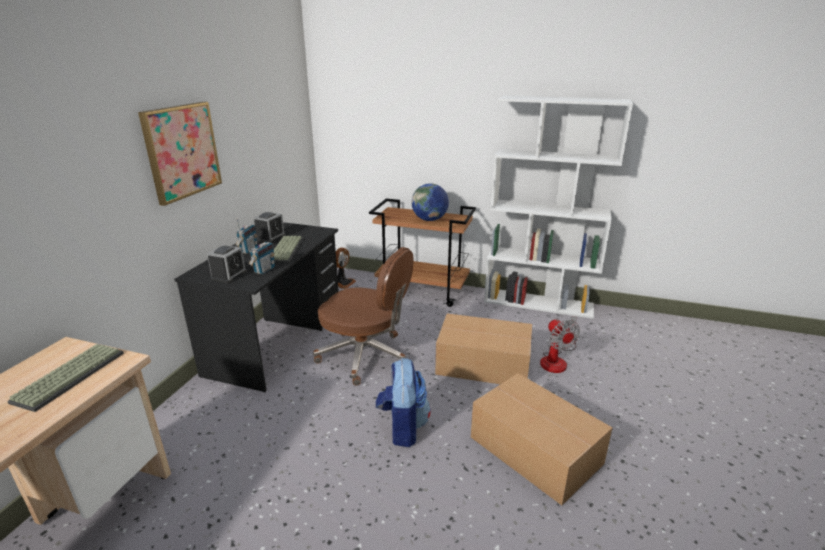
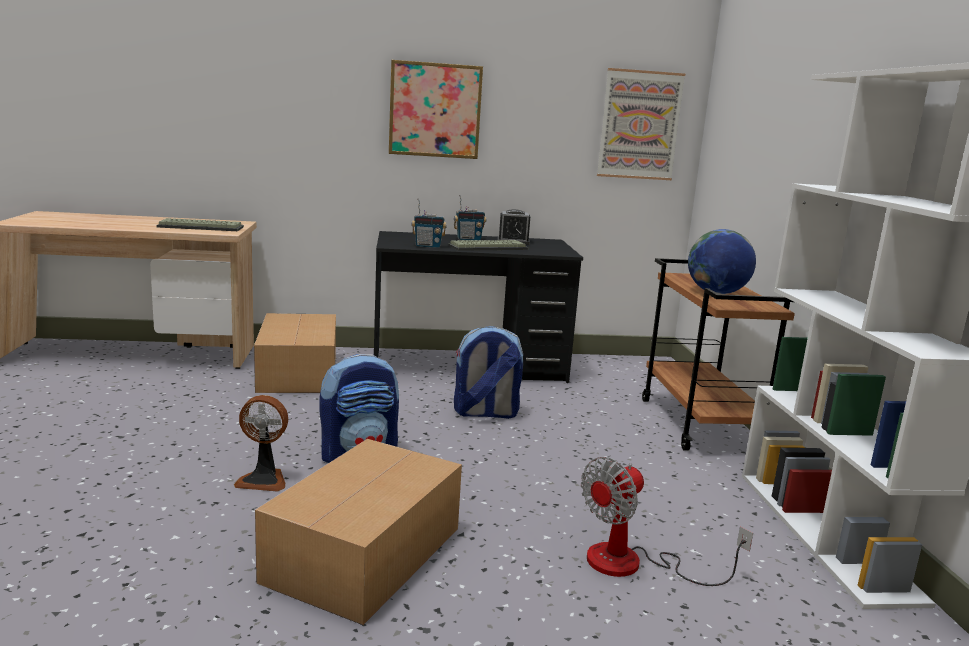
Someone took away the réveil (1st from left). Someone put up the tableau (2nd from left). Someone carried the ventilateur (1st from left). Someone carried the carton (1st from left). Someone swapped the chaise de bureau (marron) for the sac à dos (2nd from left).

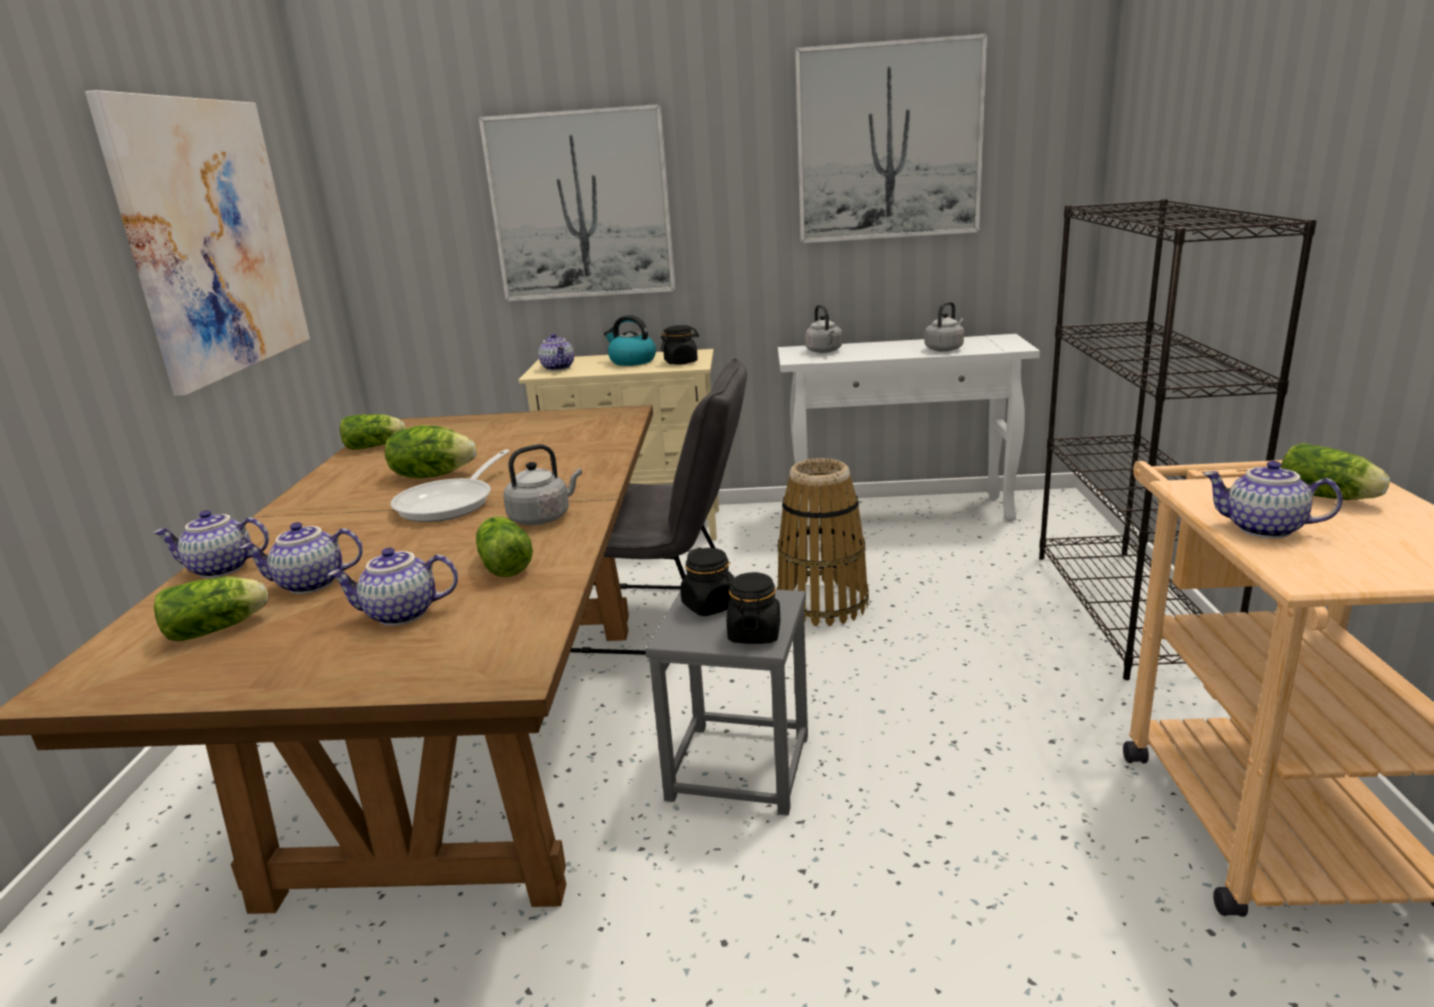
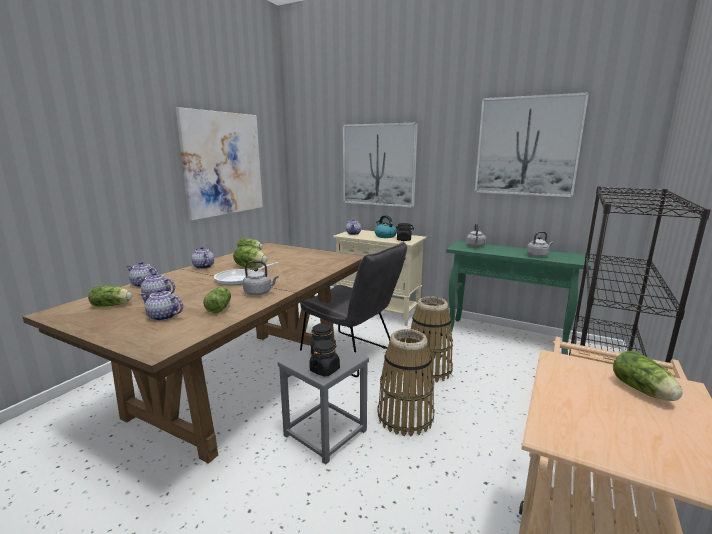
Someone put down the panier (1st from left). Someone carried the théière (5th from left in the first image). Someone repainted the table console (blanc), which became the table console (vert).

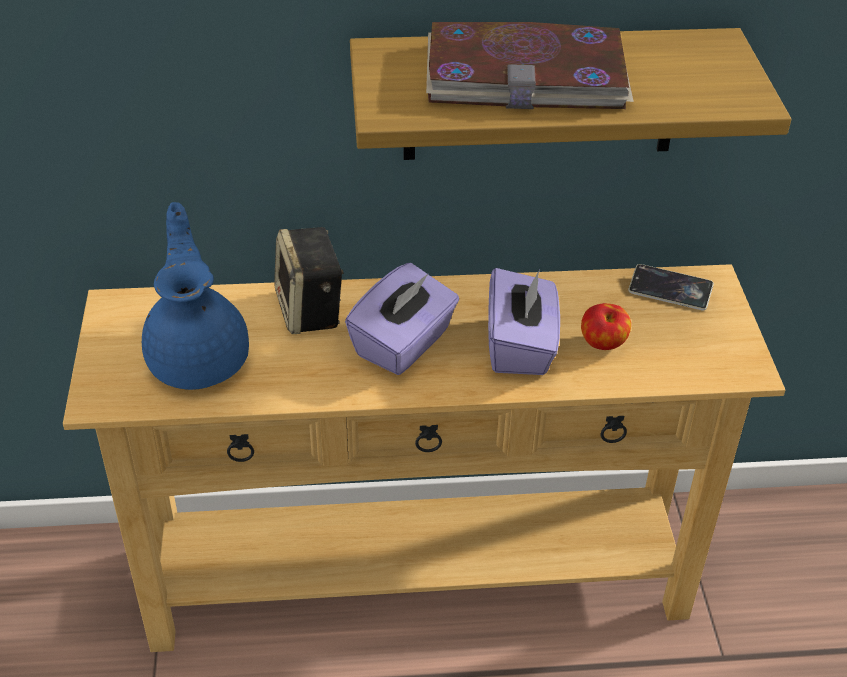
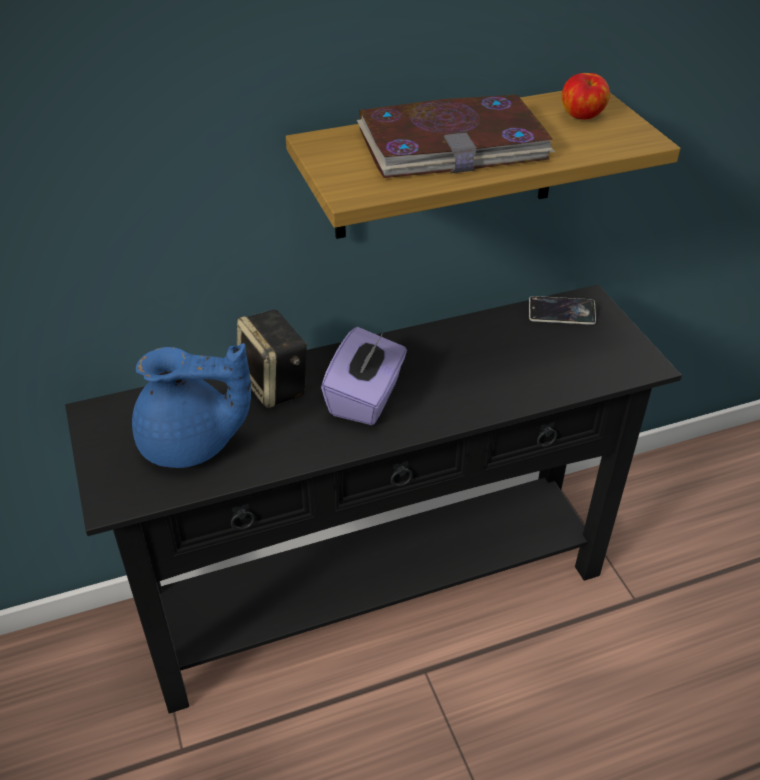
Someone took away the boîte à mouchoirs (violet) (2nd from left). Someone carried the pomme. Someone repainted the table console (beige), which became the table console (noir). Someone rotated the théière (bleu) by 120 degrees clockwise.

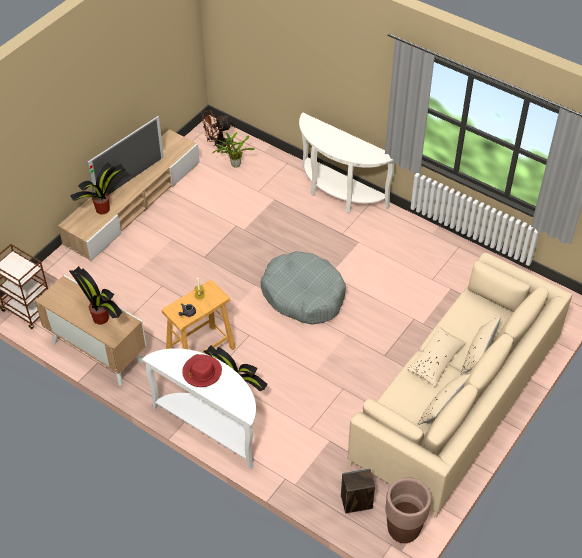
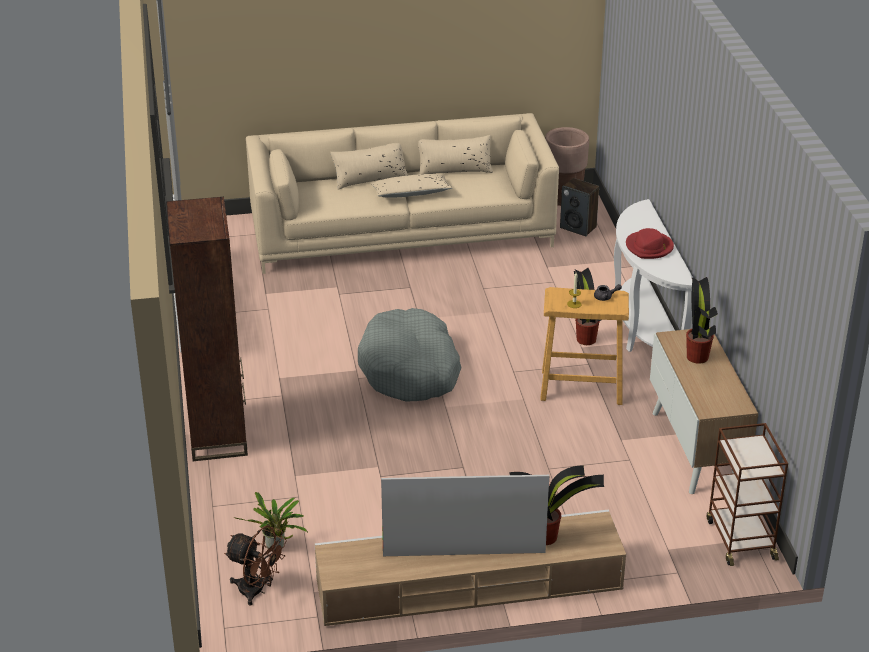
Someone swapped the table console (blanc) (2nd from left) for the bibliothèque (marron).

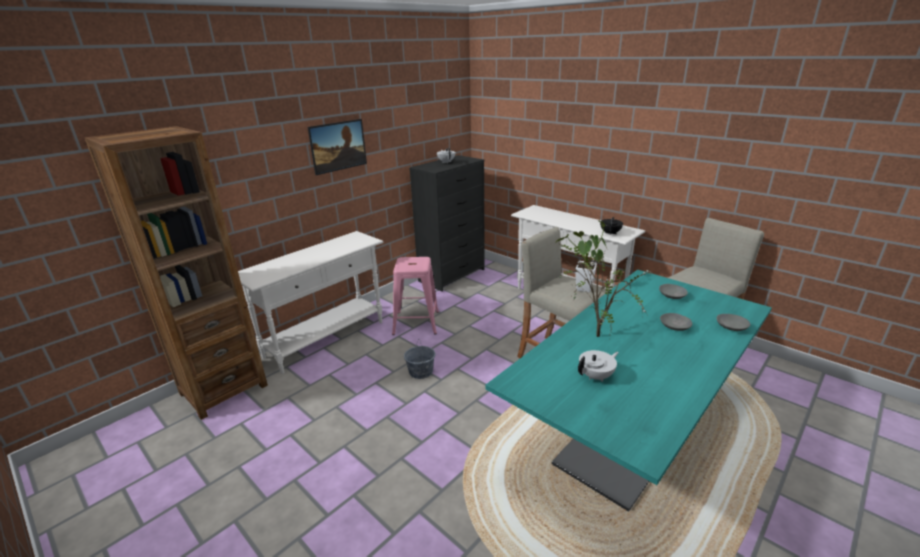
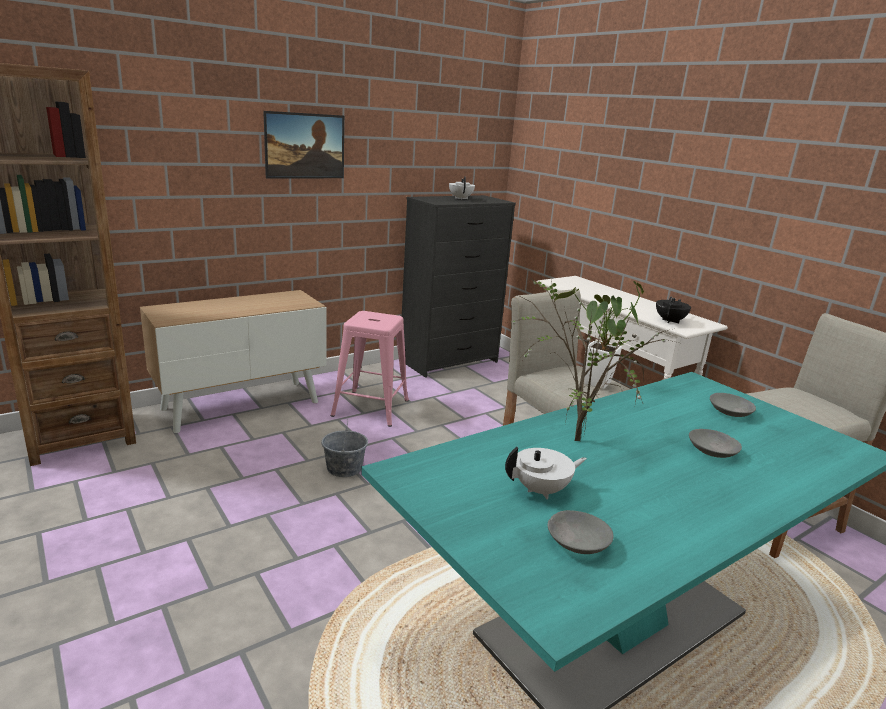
Someone carried the bol (gris) (3rd from left in the first image). Someone swapped the table console (blanc) (1st from left) for the meuble de rangement.

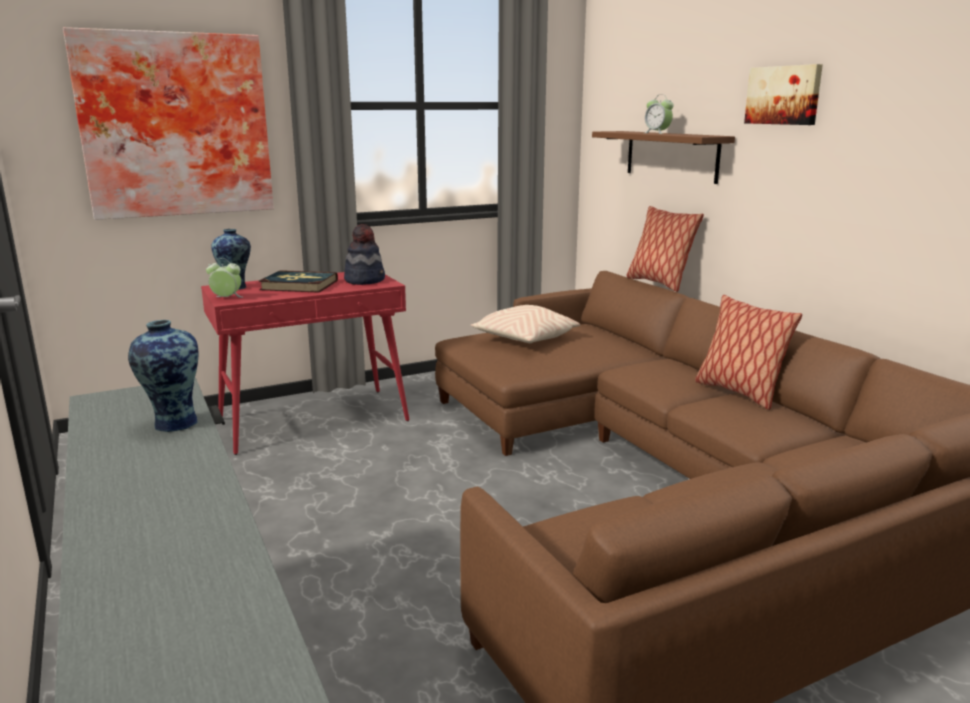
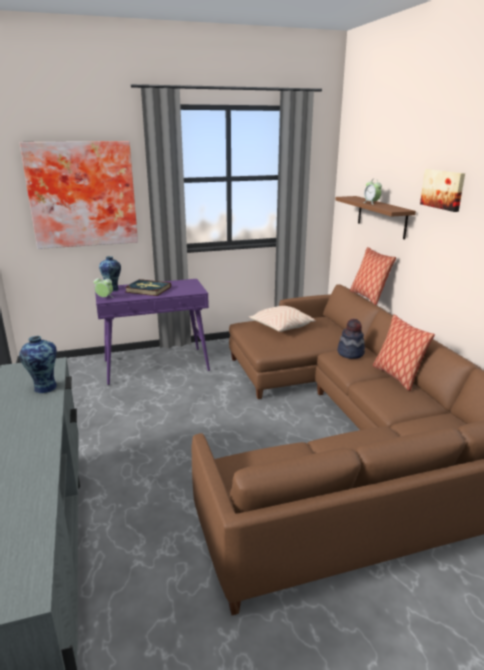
Someone carried the chapeau. Someone repainted the table console (rouge), which became the table console (violet).

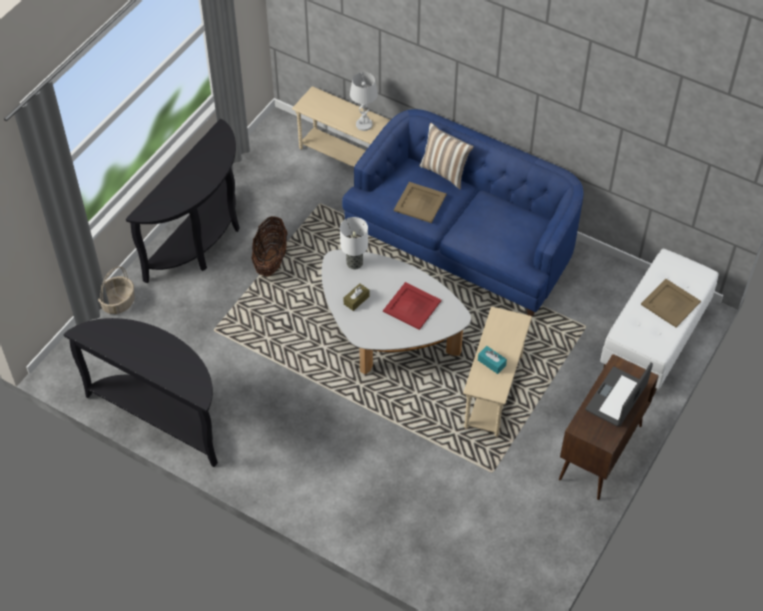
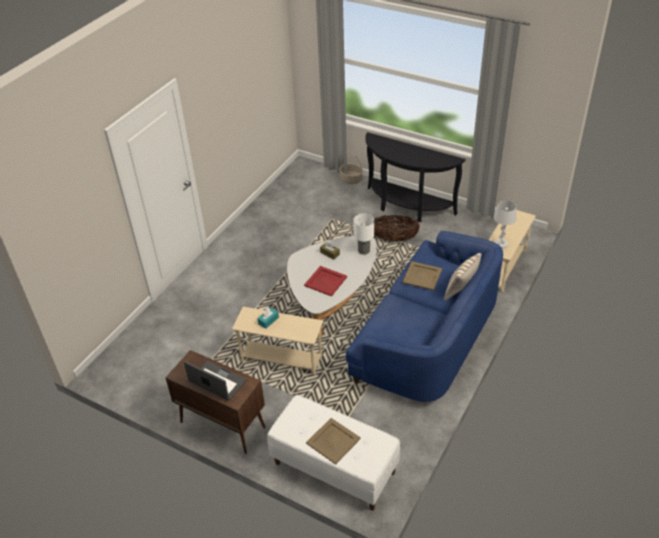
Someone took away the table console (noir) (1st from left).

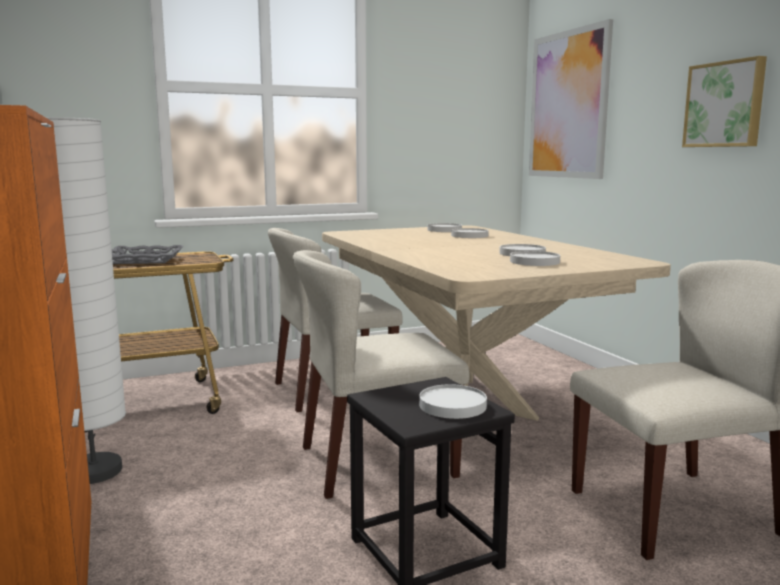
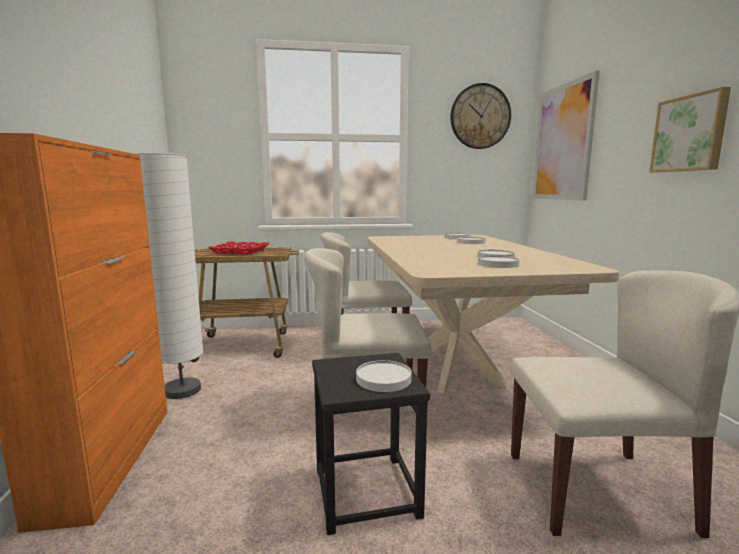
Someone put up the horloge murale. Someone repainted the plateau (gris), which became the plateau (rouge).

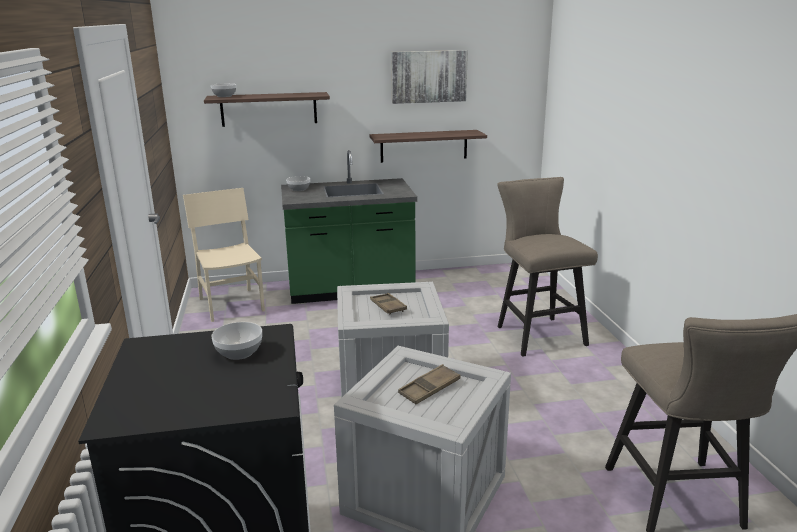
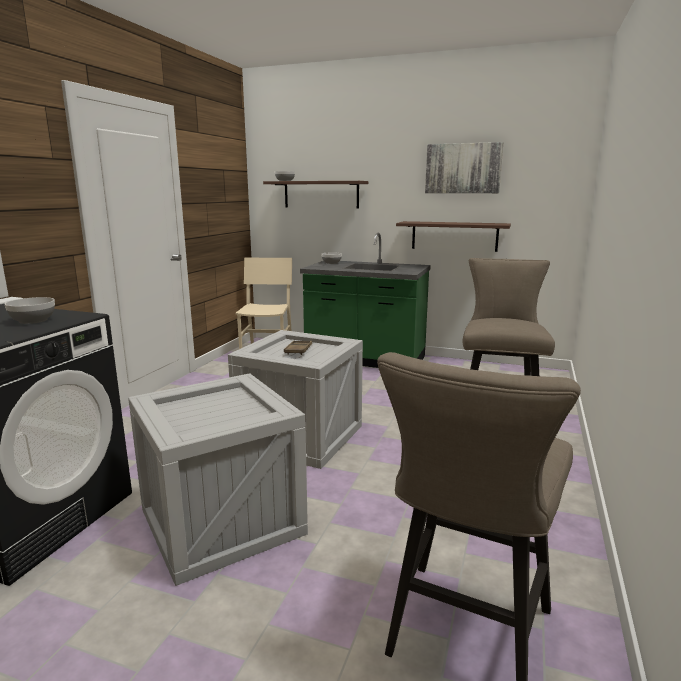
Someone took away the plateau (marron) (2nd from left).

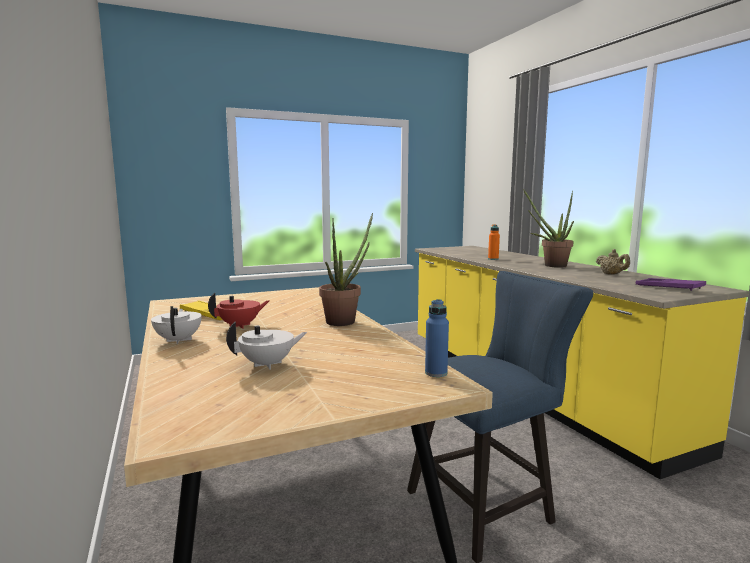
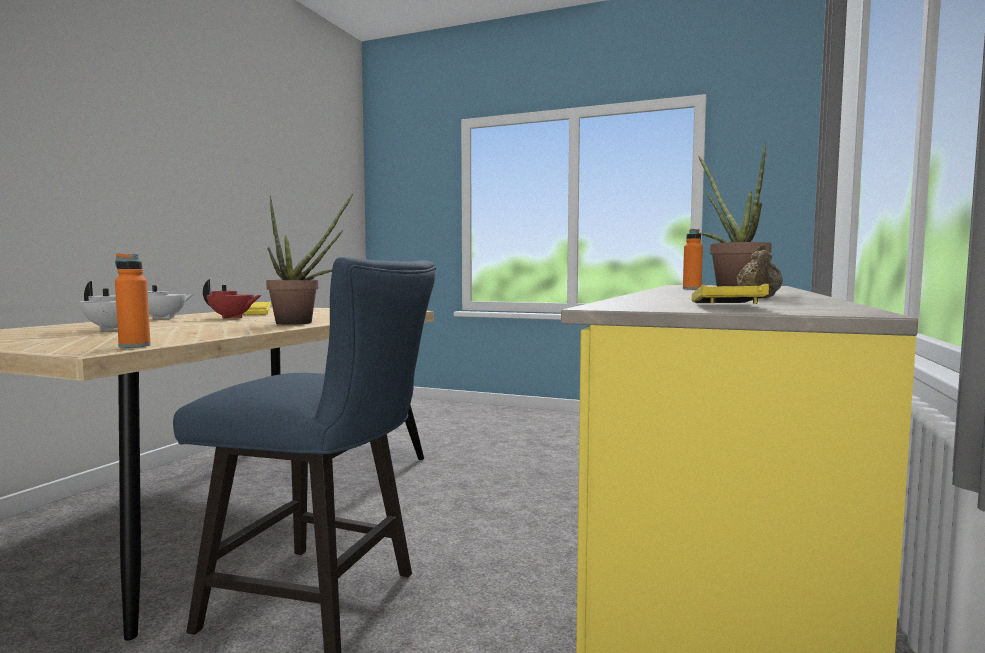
Someone repainted the bouteille (bleu), which became the bouteille (orange) (1st from left). Someone repainted the plateau (violet), which became the plateau (jaune) (2nd from left).

